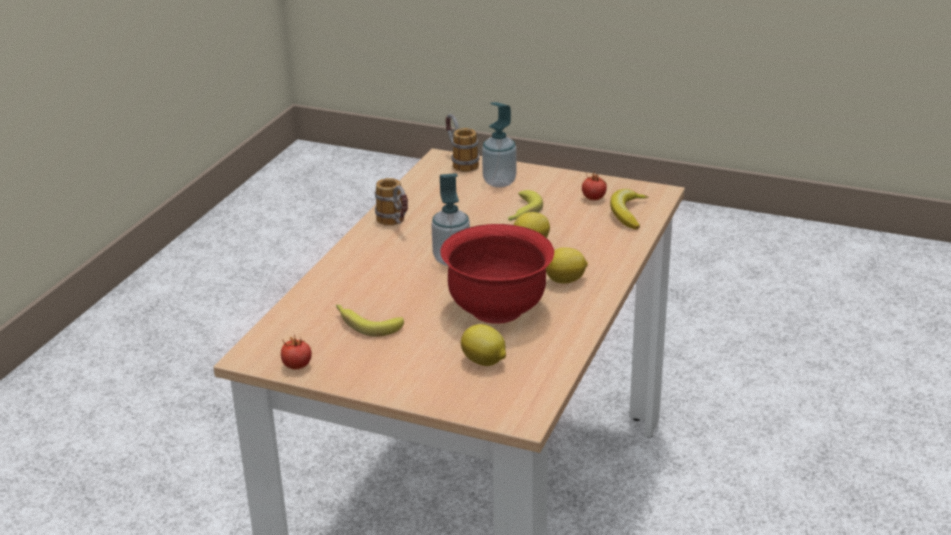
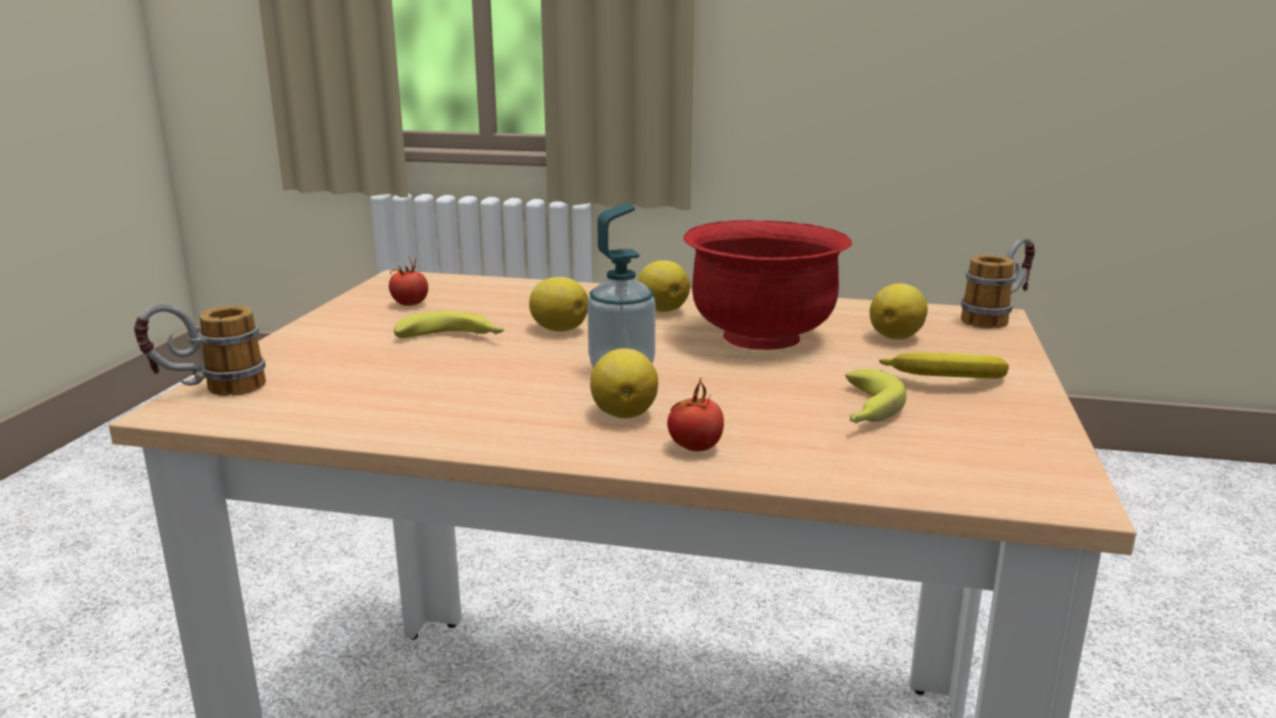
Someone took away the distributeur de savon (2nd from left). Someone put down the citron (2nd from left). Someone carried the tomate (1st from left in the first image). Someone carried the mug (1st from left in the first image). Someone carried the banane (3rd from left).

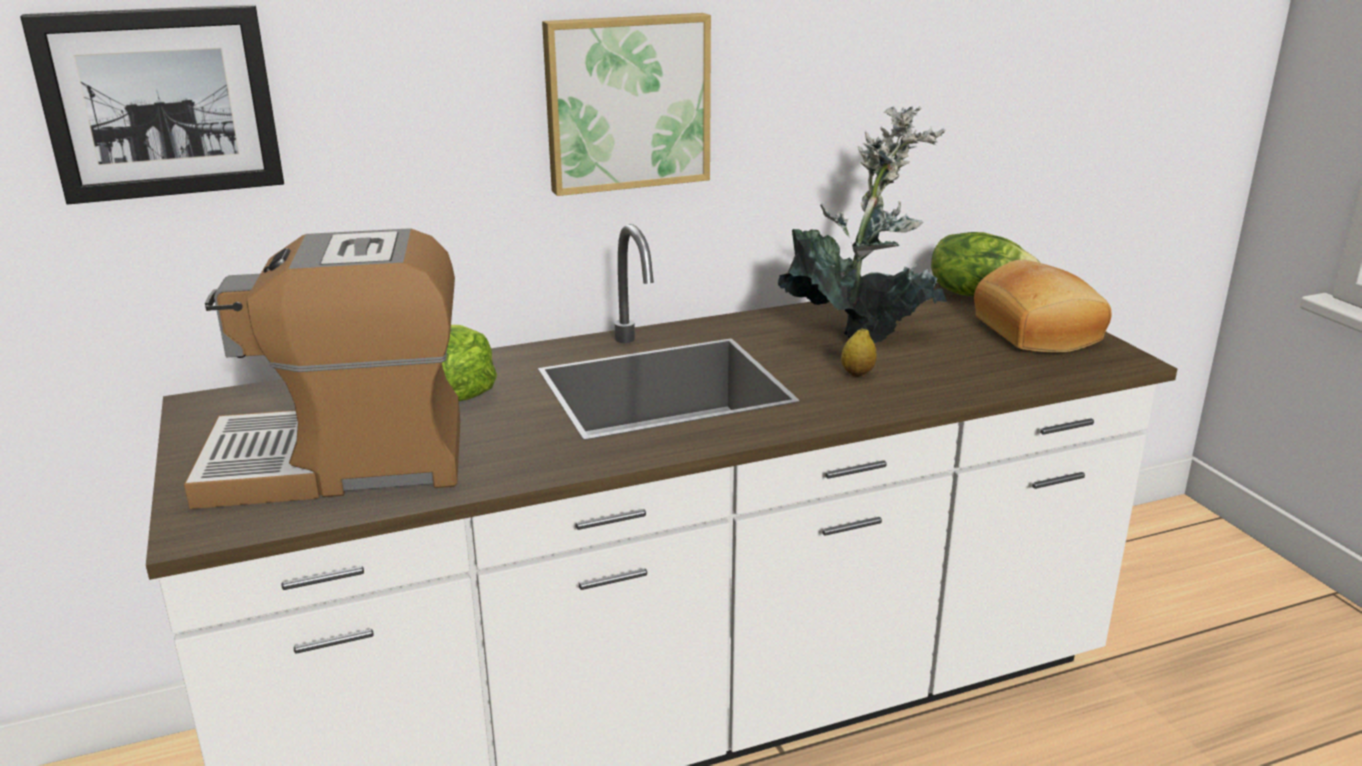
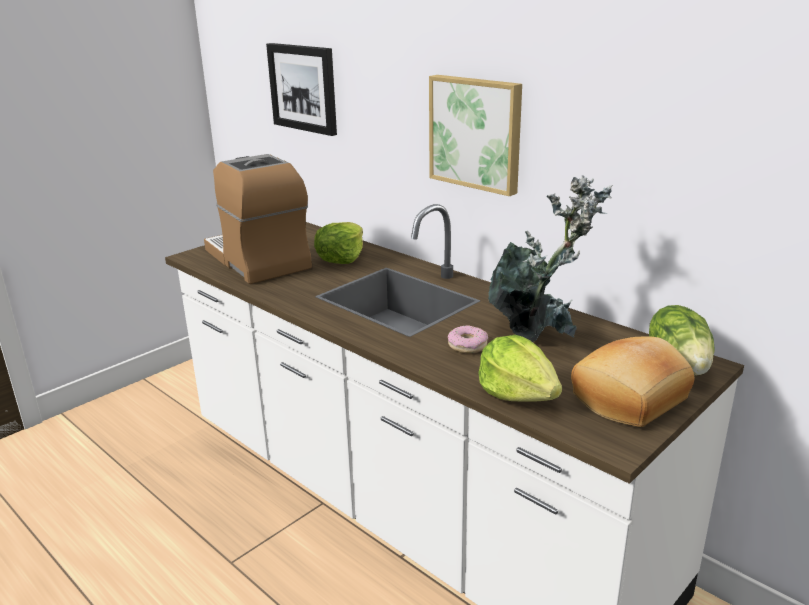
Someone put down the laitue (2nd from left). Someone swapped the citron for the beignet.

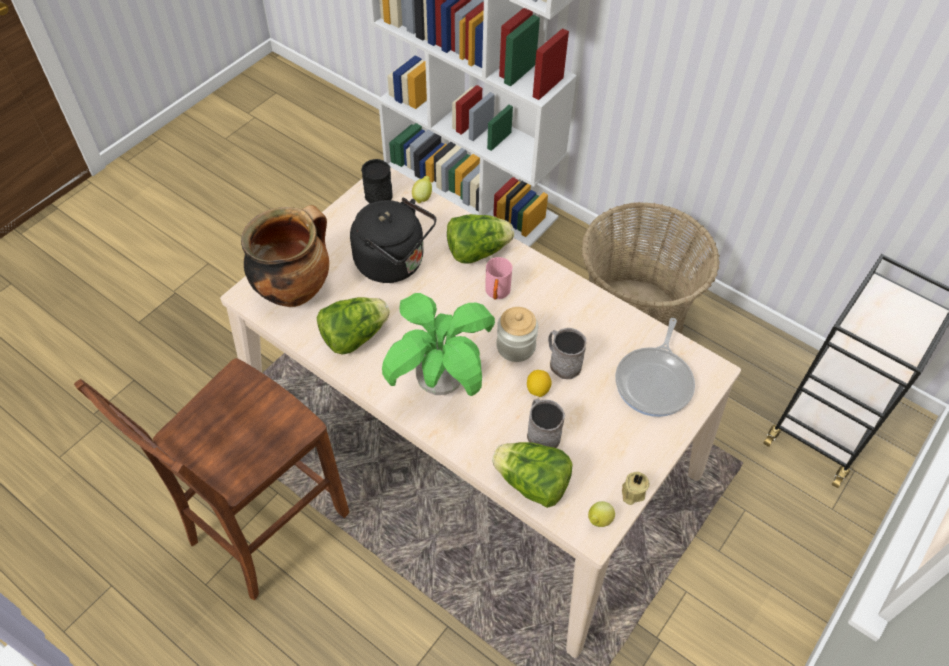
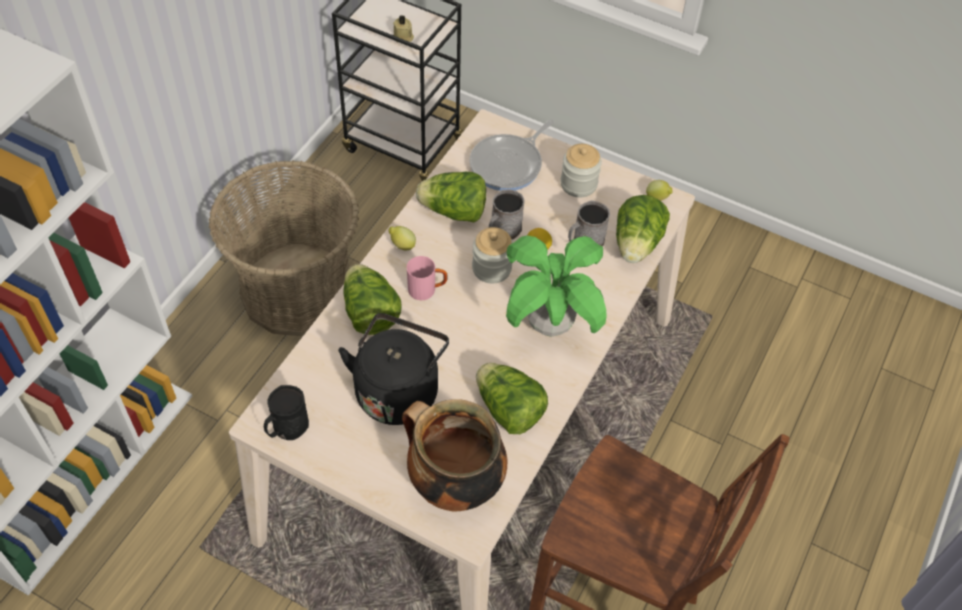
Someone put down the laitue (2nd from left). Someone put down the bocal (2nd from left). Someone carried the citron (1st from left). Someone carried the bougie (beige). Someone rotated the poêle by 120 degrees clockwise.

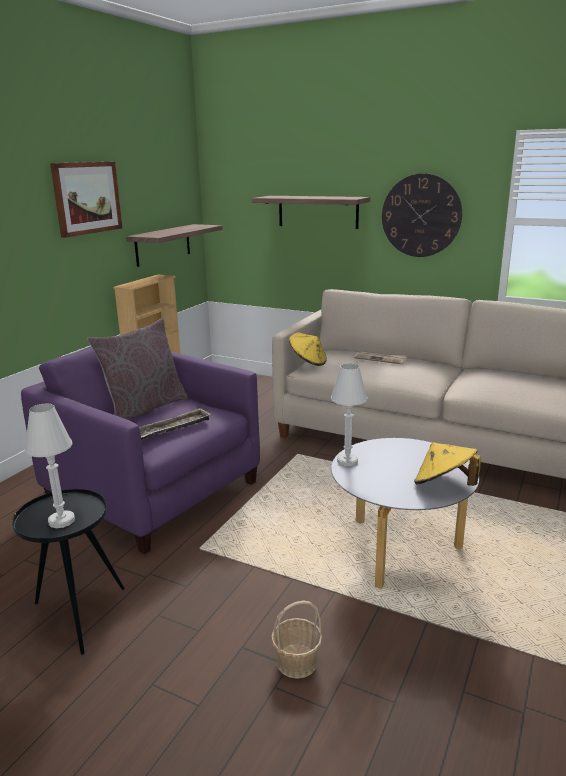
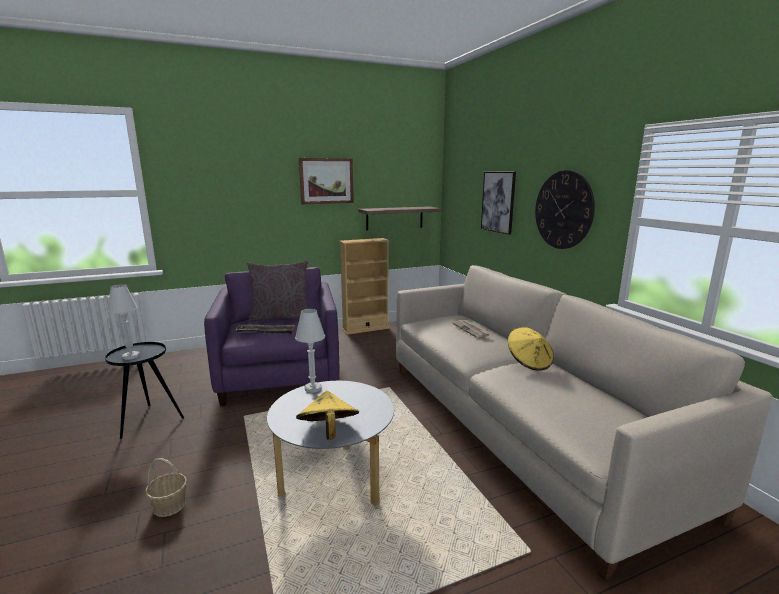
Someone carried the chapeau (jaune) (1st from left in the first image). Someone swapped the étagère (2nd from left) for the tableau (2nd from left).

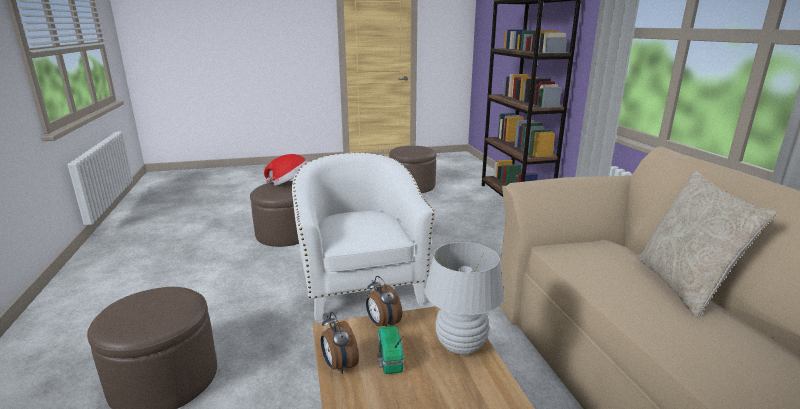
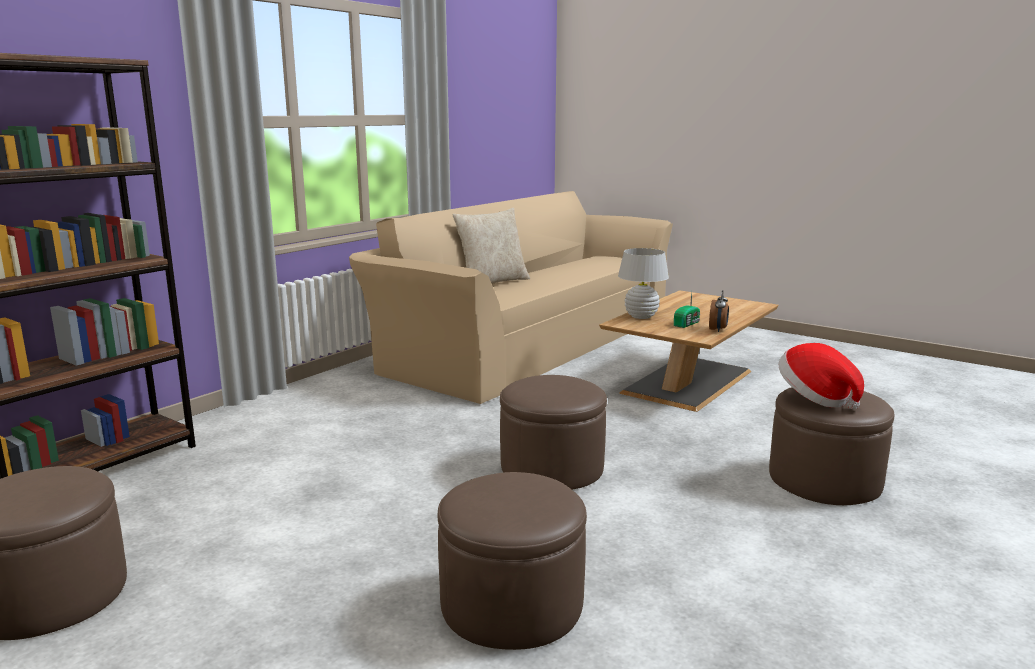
Someone took away the réveil (2nd from left). Someone carried the chapeau. Someone swapped the fauteuil (blanc) for the pouf (marron) (3rd from left).

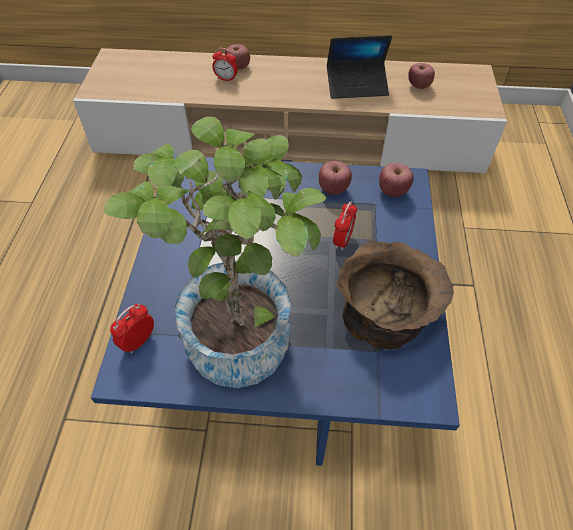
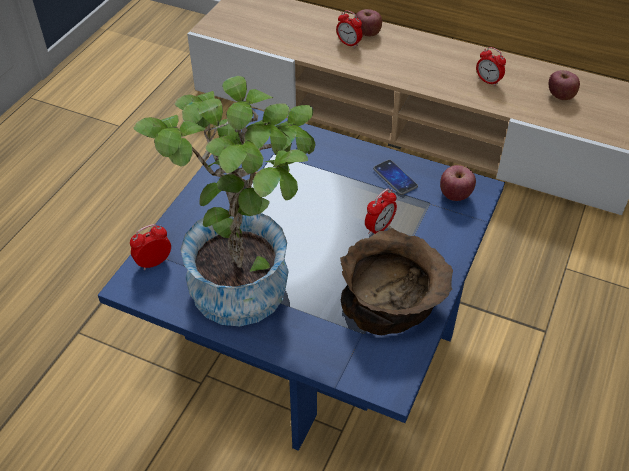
Someone swapped the pomme (2nd from left) for the téléphone. Someone swapped the ordinateur portable for the réveil (4th from left).

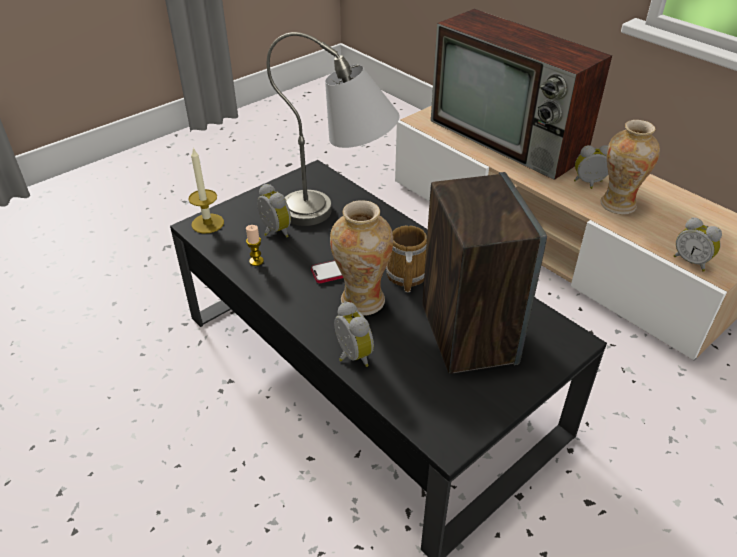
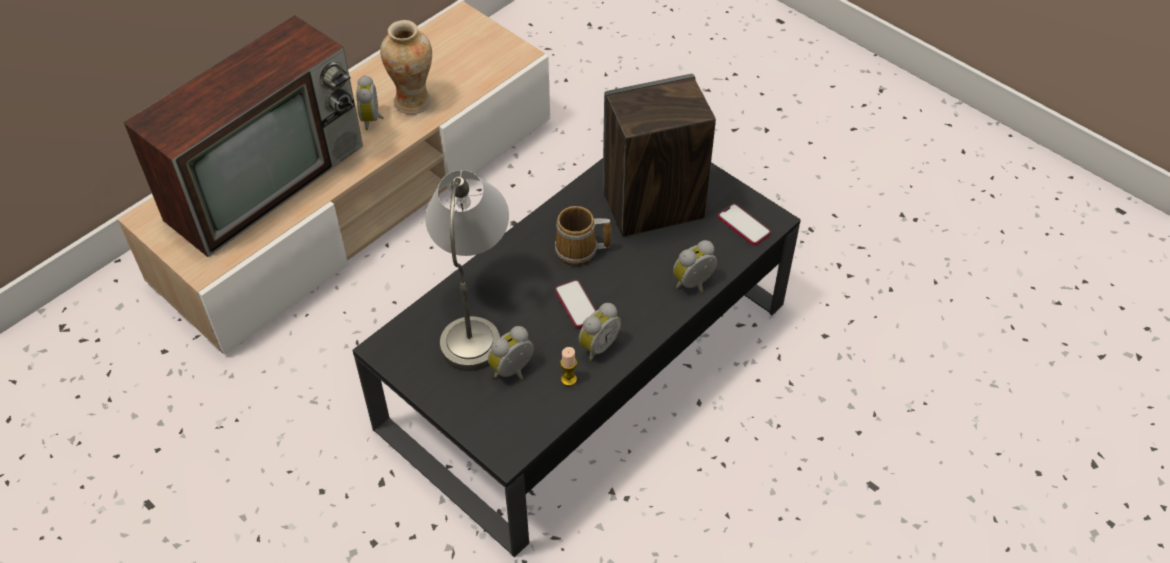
Someone took away the bougie (1st from left). Someone took away the vase (1st from left). Someone put down the téléphone (2nd from left). Someone carried the réveil (4th from left in the first image).

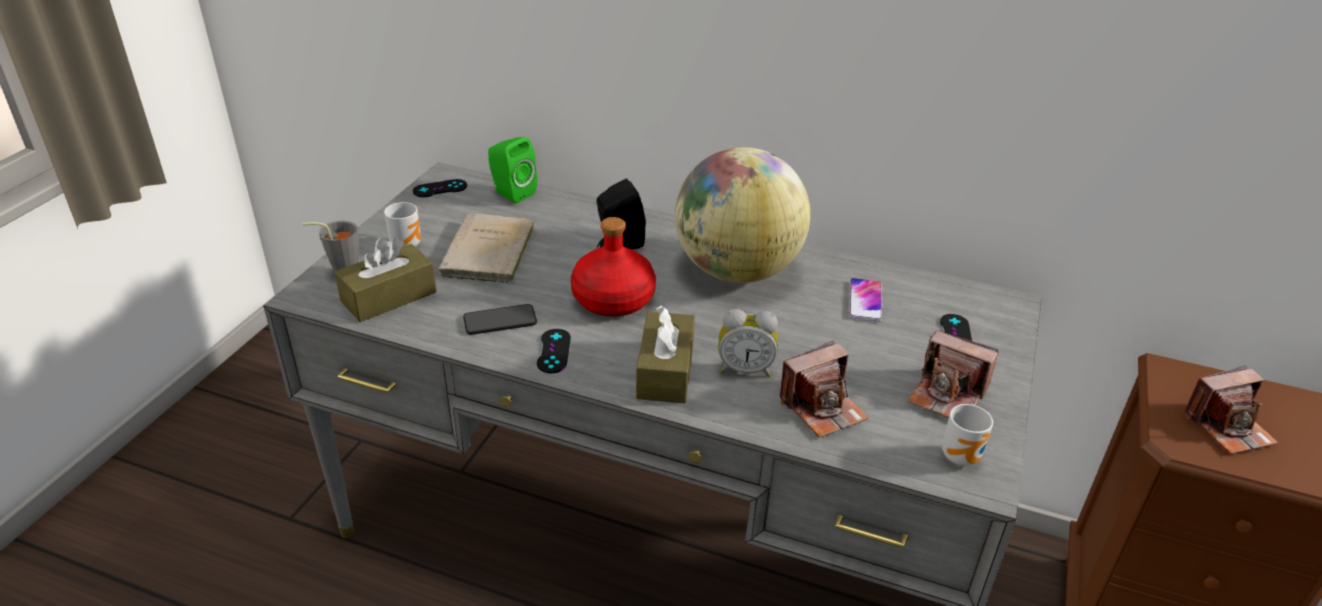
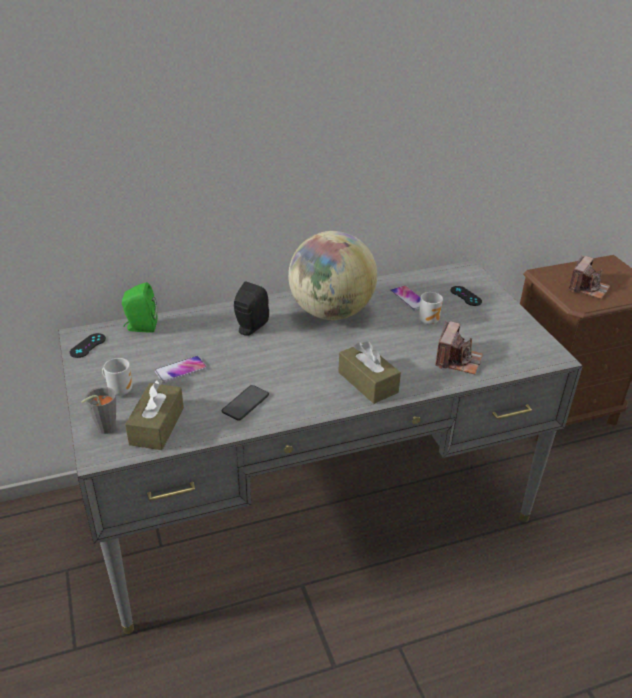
Someone took away the manette (noir) (2nd from left). Someone took away the bouteille (rouge). Someone took away the réveil. Someone took away the appareil photo (2nd from left). Someone carried the mug (2nd from left). Someone swapped the livre (beige) for the téléphone (1st from left).

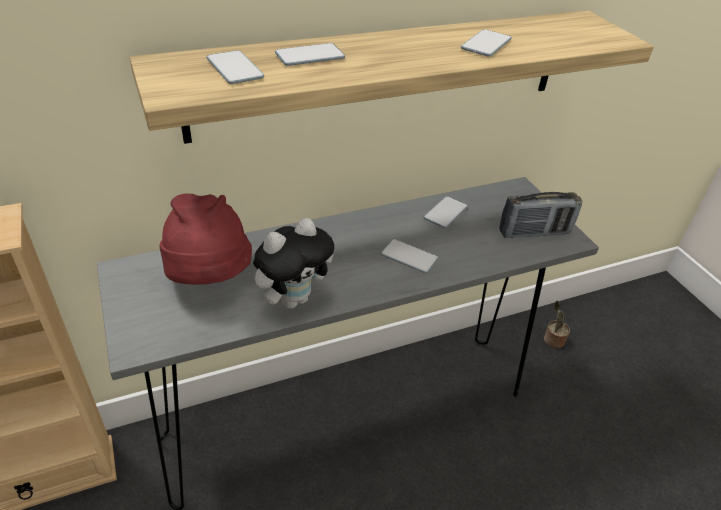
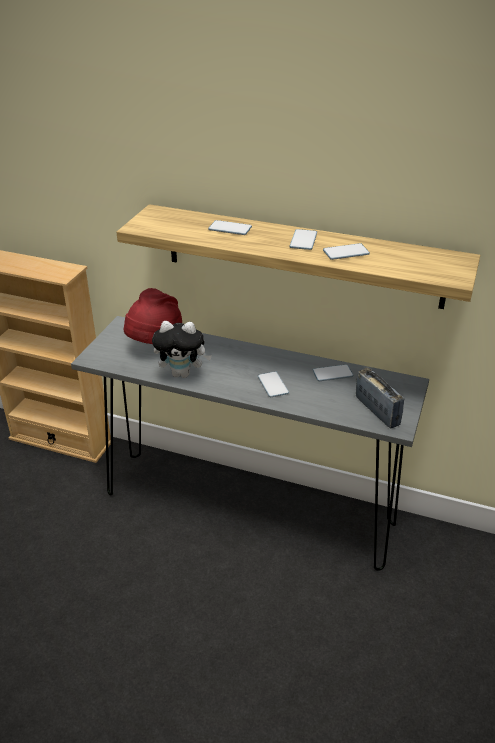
Someone took away the plante en pot. Someone carried the téléphone (1st from left in the first image). Someone rotated the radio by 150 degrees counterclockwise.

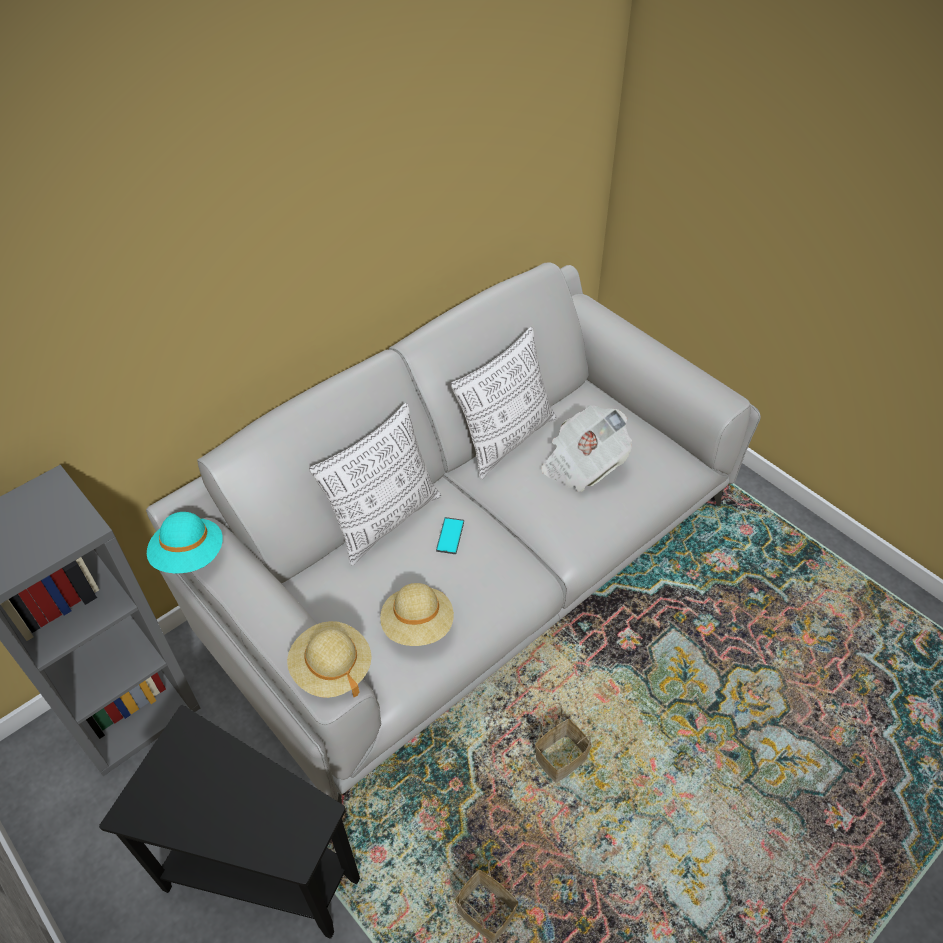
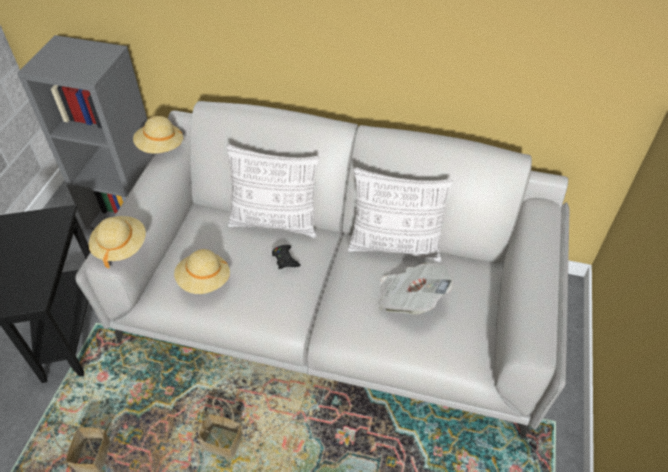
Someone swapped the téléphone for the manette (noir). Someone repainted the chapeau (turquoise), which became the chapeau (beige) (2nd from left).

